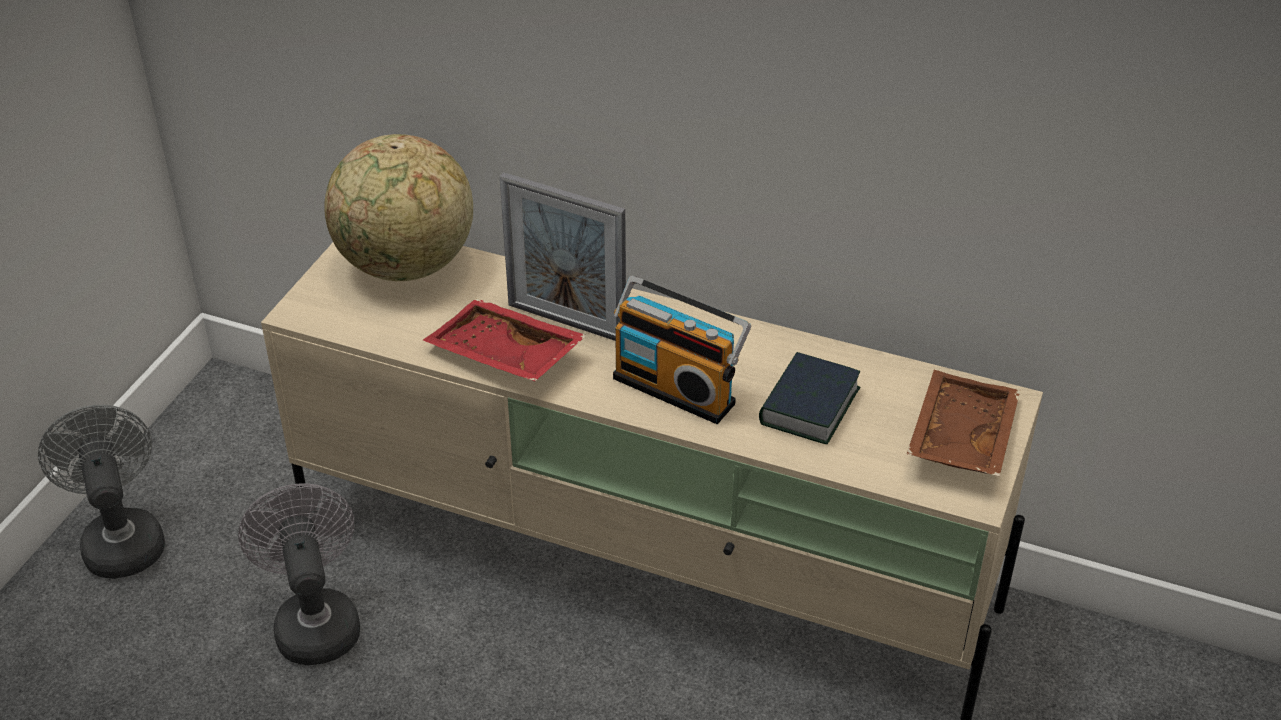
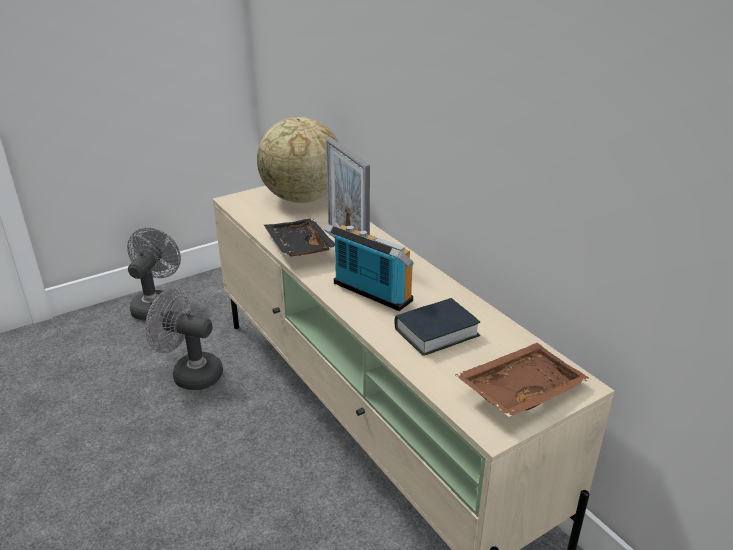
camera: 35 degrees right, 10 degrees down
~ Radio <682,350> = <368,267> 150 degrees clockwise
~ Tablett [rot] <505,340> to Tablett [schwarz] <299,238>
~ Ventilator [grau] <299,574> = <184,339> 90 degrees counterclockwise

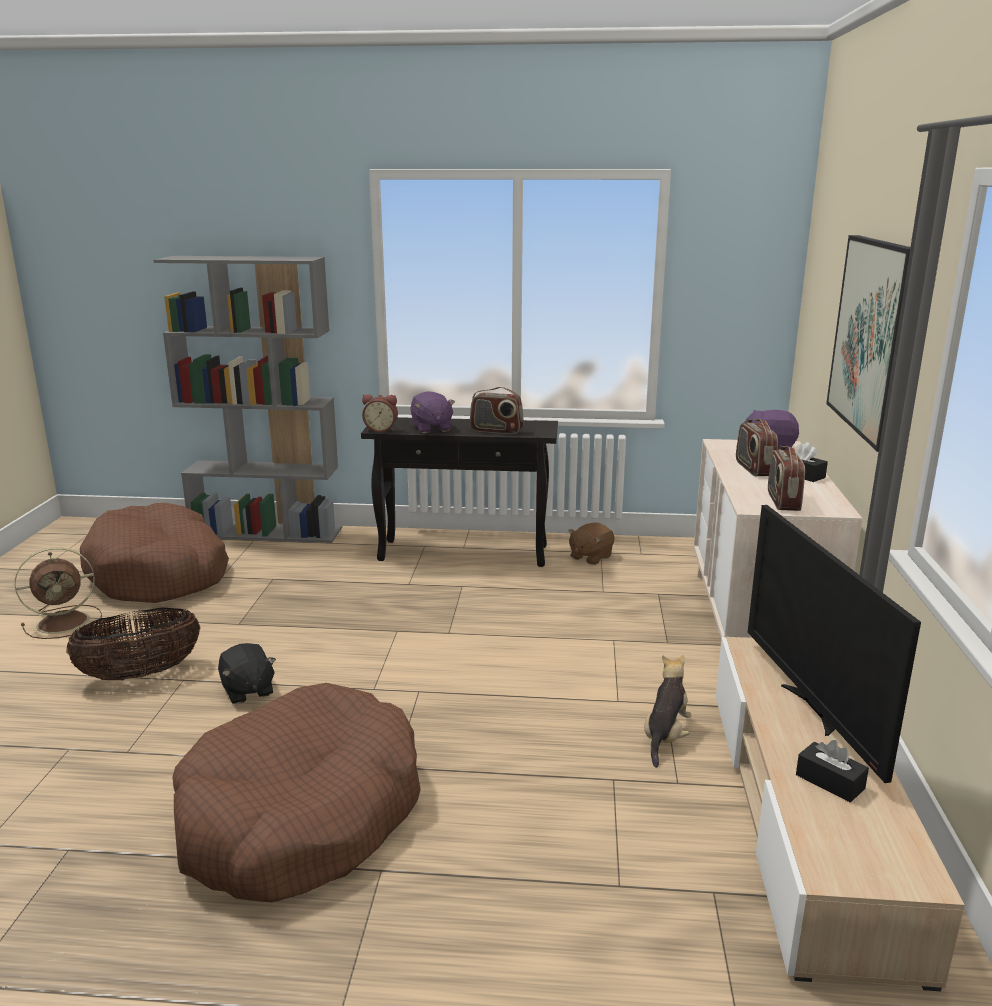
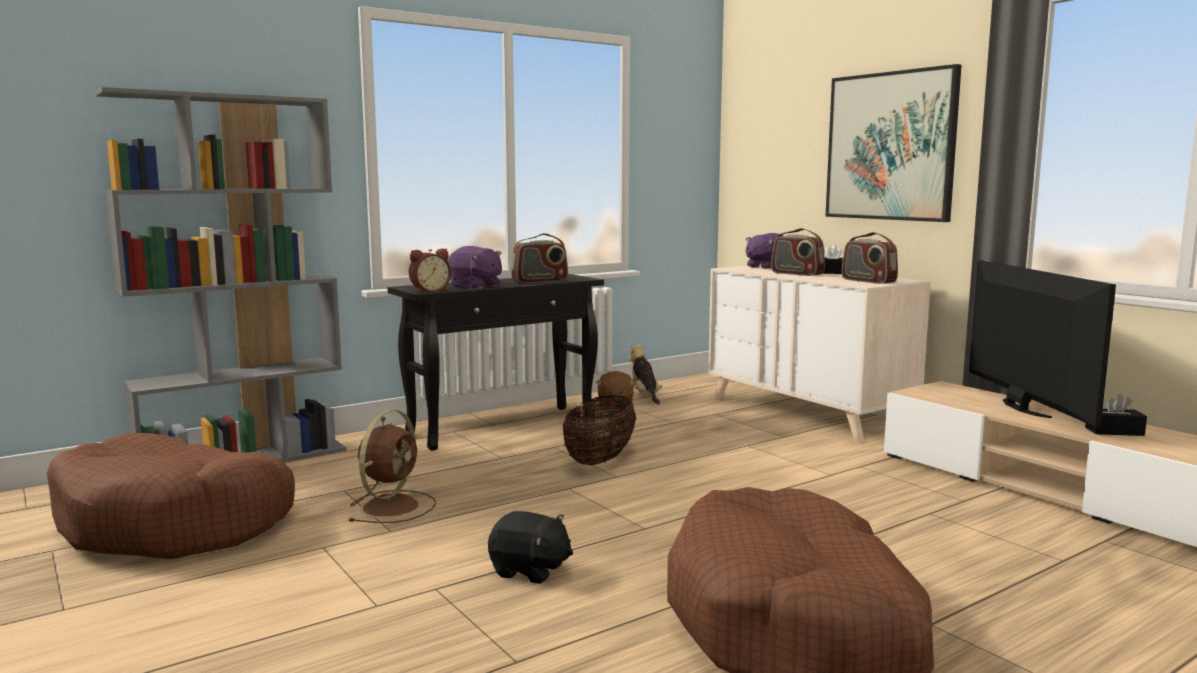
camera: 40 degrees left, 10 degrees down
~ Fernseher <834,644> = <1042,343> 135 degrees counterclockwise
~ Ventilator [braun] <58,593> to <392,466>
~ Korb <133,643> to <599,430>
~ Plüschtier <668,711> to <645,374>

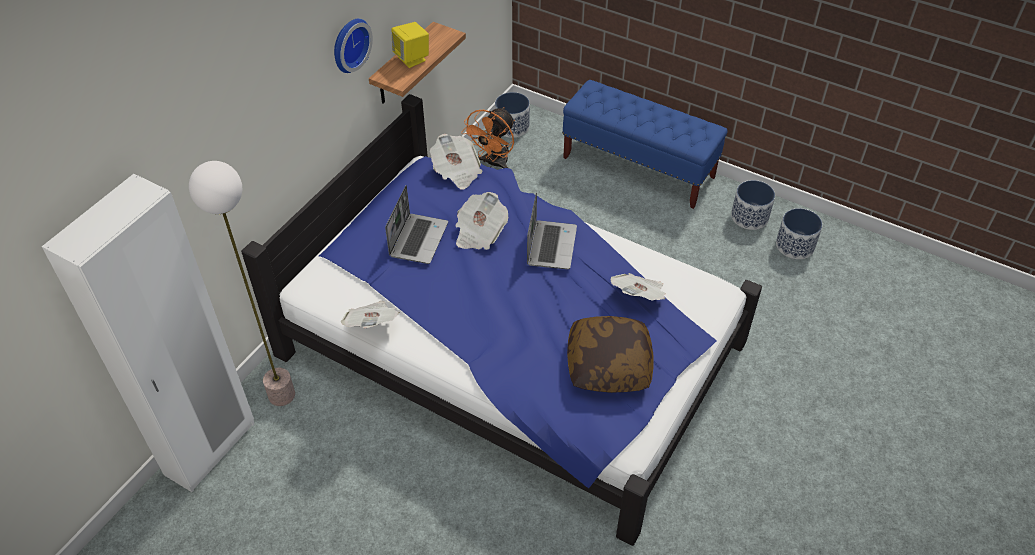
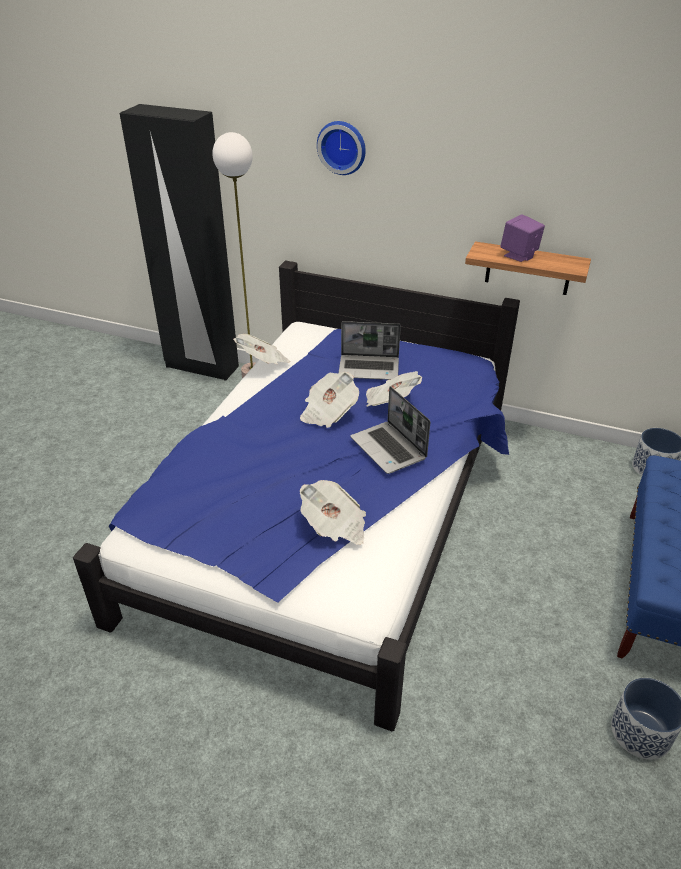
camera: 80 degrees right, 10 degrees down
~ Wanduhr <353,46> to <341,148>
~ Lautsprecher [gelb] <410,45> to Lautsprecher [lila] <522,238>
- Ventilator [orange] <488,137>
~ Zeitung <456,162> to <329,400>
~ Kleiderschrank [weiß] <148,333> to Kleiderschrank [schwarz] <179,242>
~ Laptop <552,230> = <390,430> 60 degrees clockwise
- Pflanzkübel <799,233>
- Kissen <610,354>

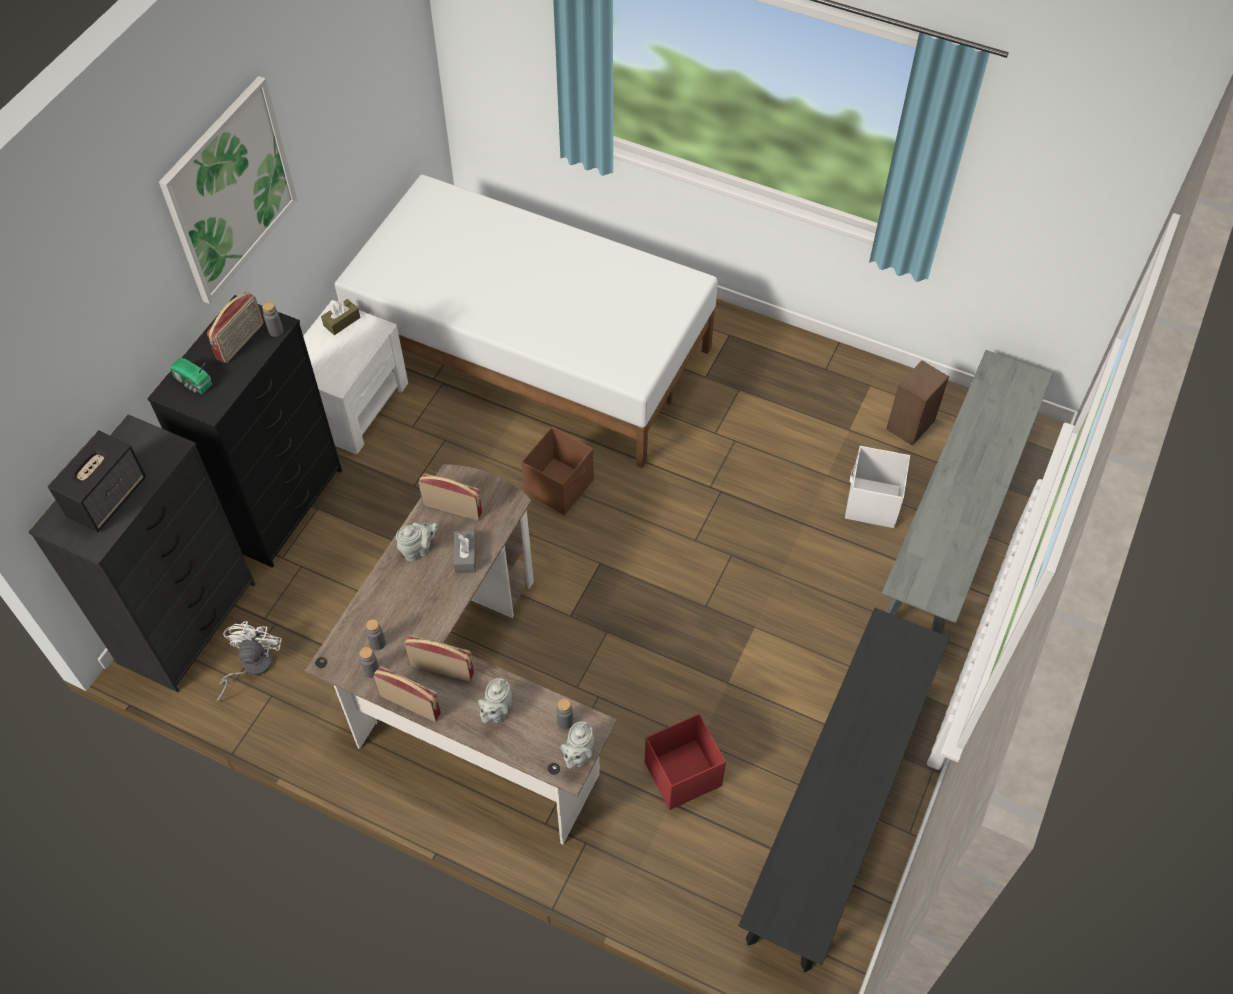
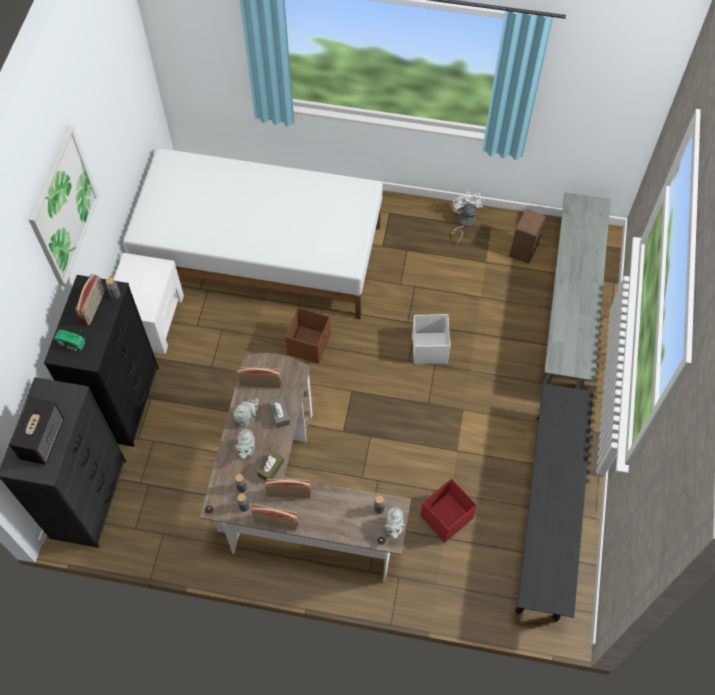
camera: 15 degrees left, 5 degrees up
~ Taschentuchbox [braun] <340,317> to <270,466>
~ Aufbewahrungsbox [weiß] <877,487> to <431,339>
~ Ventilator [weiß] <249,661> to <467,218>
~ Teekanne [grau] <495,700> to <245,444>

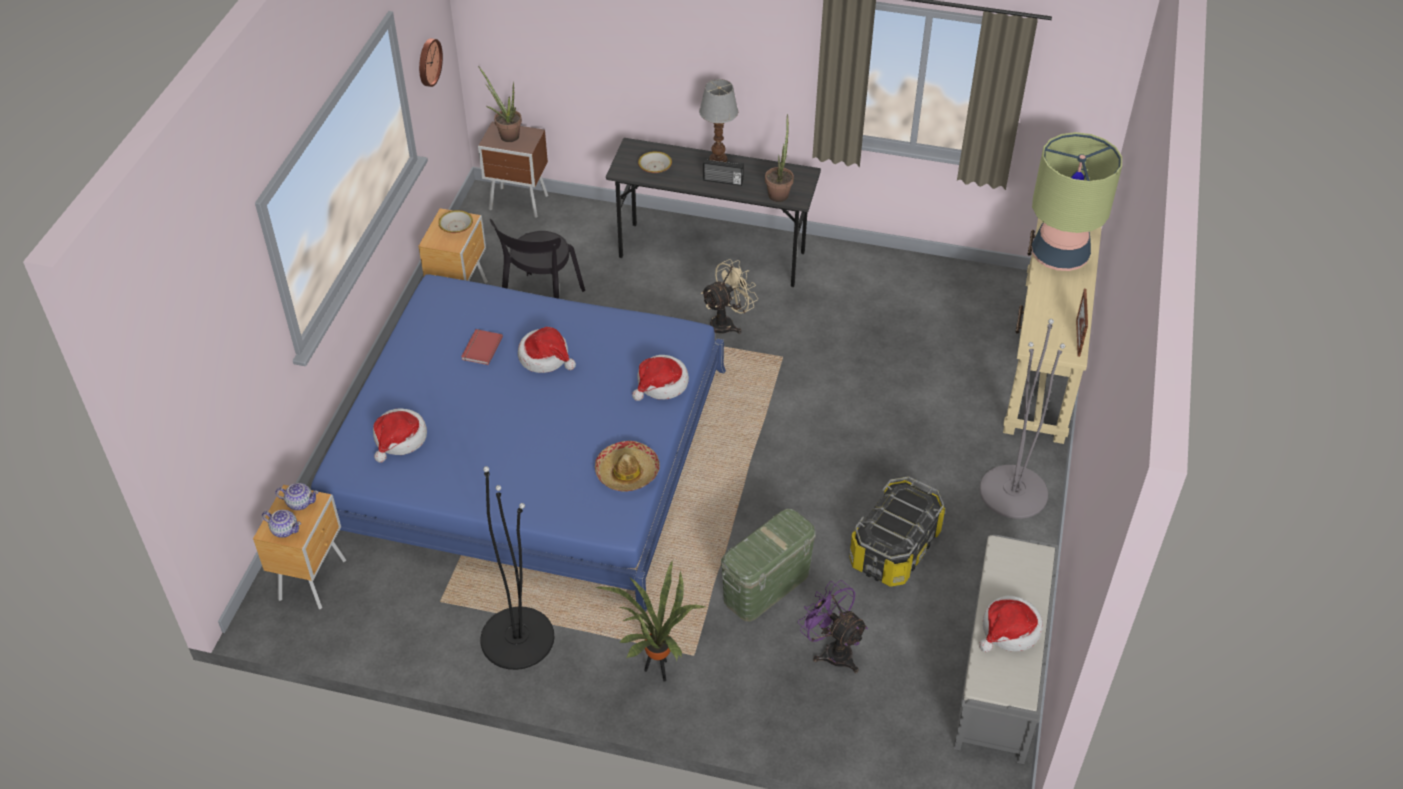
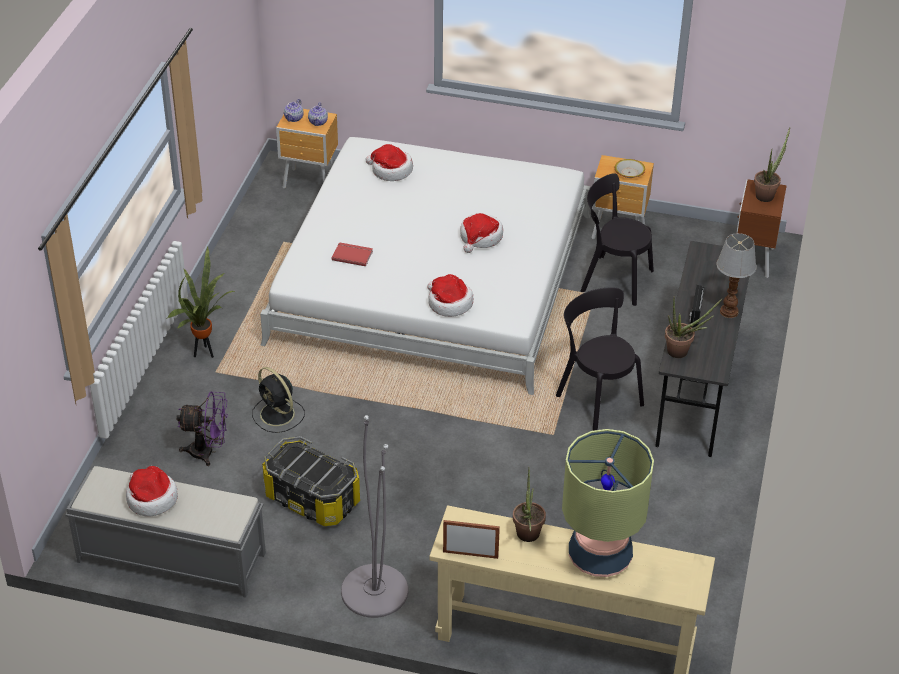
camera: 90 degrees right, 5 degrees down
- Wanduhr <431,62>
- Schüssel <655,162>
~ Ventilator [beige] <729,296> to Stuhl [schwarz] <600,359>
~ Bett [blau] <518,443> to Bett [weiß] <425,266>
~ Buch [rot] <482,347> to <352,254>
- Hut <627,466>
- Stehlampe [schwarz] <517,568>
~ Aufbewahrungsbox [grün] <768,565> to Ventilator [schwarz] <278,400>
~ Ventilator [lila] <833,626> = <202,428> 45 degrees clockwise
+ Topfpflanze <529,504>

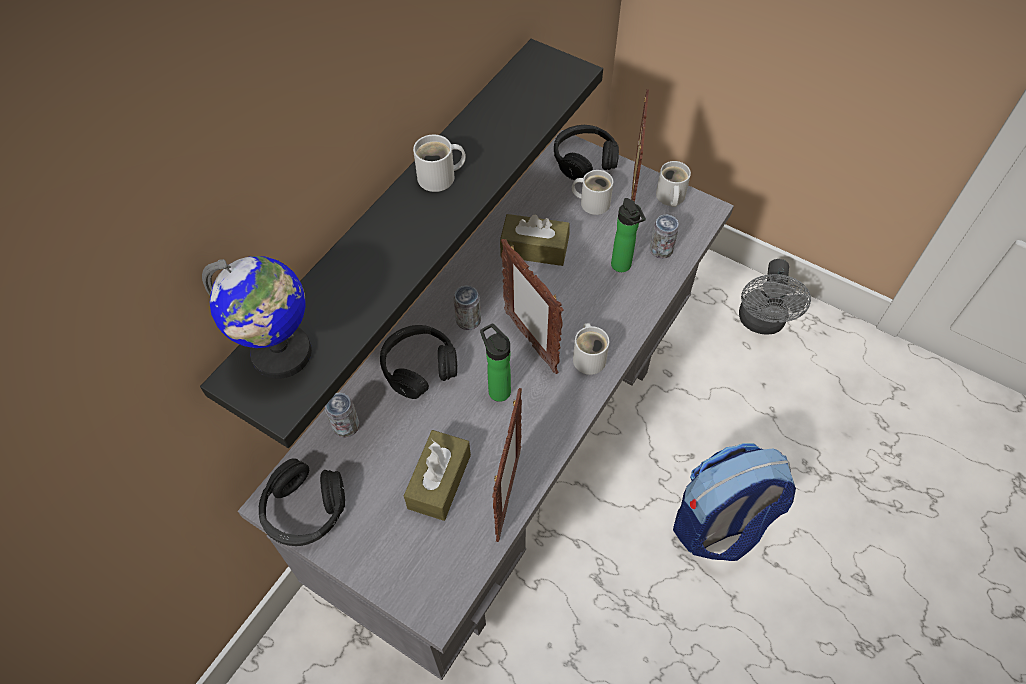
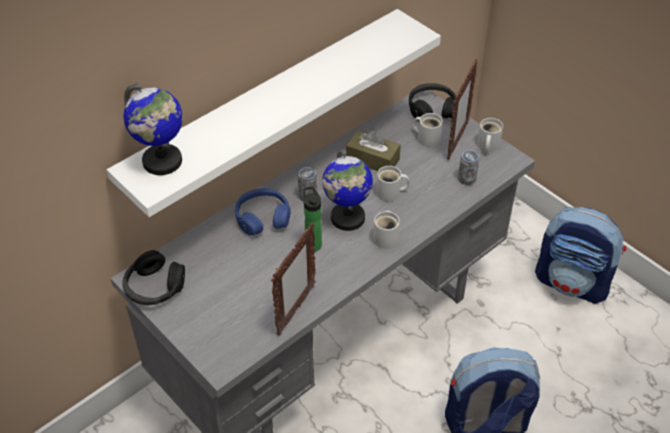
camera: 15 degrees right, 10 degrees down
~ Wandregal [schwarz] <401,243> to Wandregal [weiß] <274,113>
~ Henkelbecher [weiß] <439,163> to <393,184>
- Flasche <628,235>
~ Bilderrahmen <532,306> to Globus <347,190>
~ Ventilator [grau] <775,297> to Rucksack <580,255>
~ Kopfhörer [schwarz] <418,362> to Kopfhörer [blau] <263,212>
- Dose <342,415>
- Taschentuchbox [braun] <437,475>

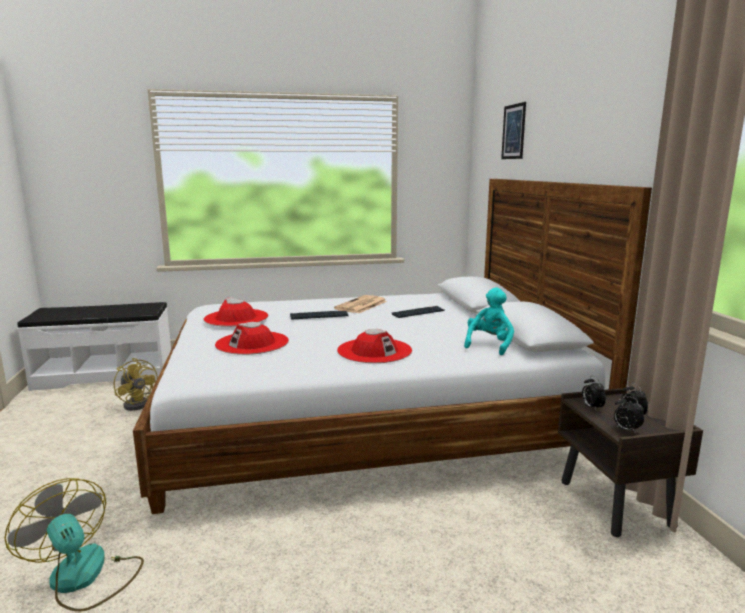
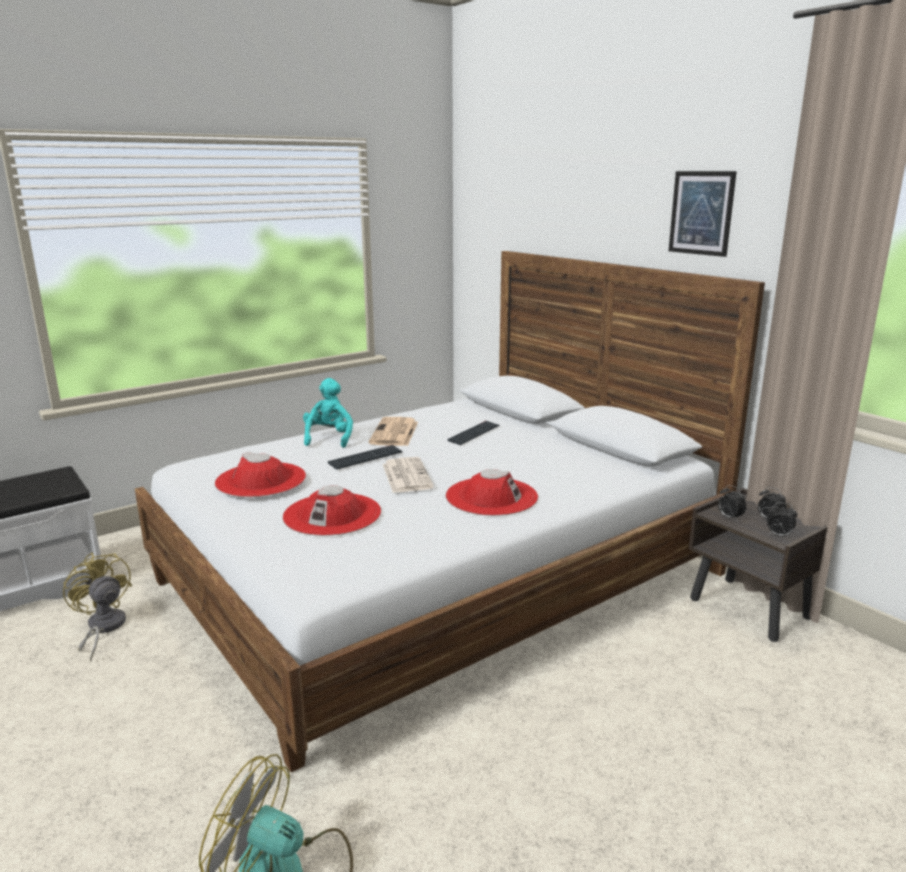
camera: 25 degrees left, 5 degrees up
~ Bild <513,130> to <703,214>
~ Plüschtier [türkis] <489,321> to <328,413>
~ Ventilator [gelb] <136,384> = <97,607> 150 degrees counterclockwise
+ Zeitung <408,475>

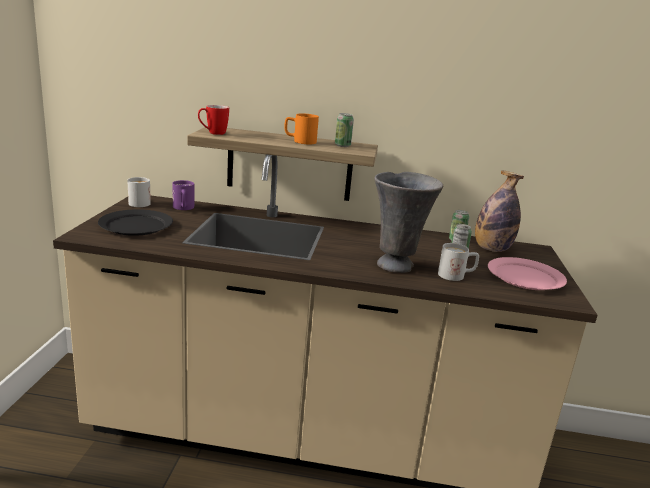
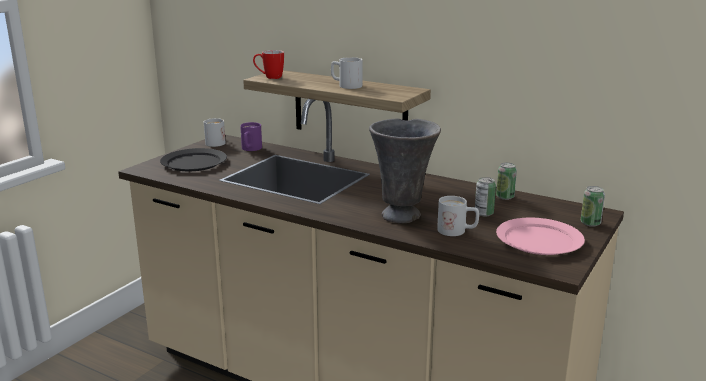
camera: 25 degrees right, 0 degrees up
~ Henkelbecher [orange] <301,128> to Henkelbecher [weiß] <347,73>
~ Dose <344,130> to <593,206>
- Flasche <499,211>

